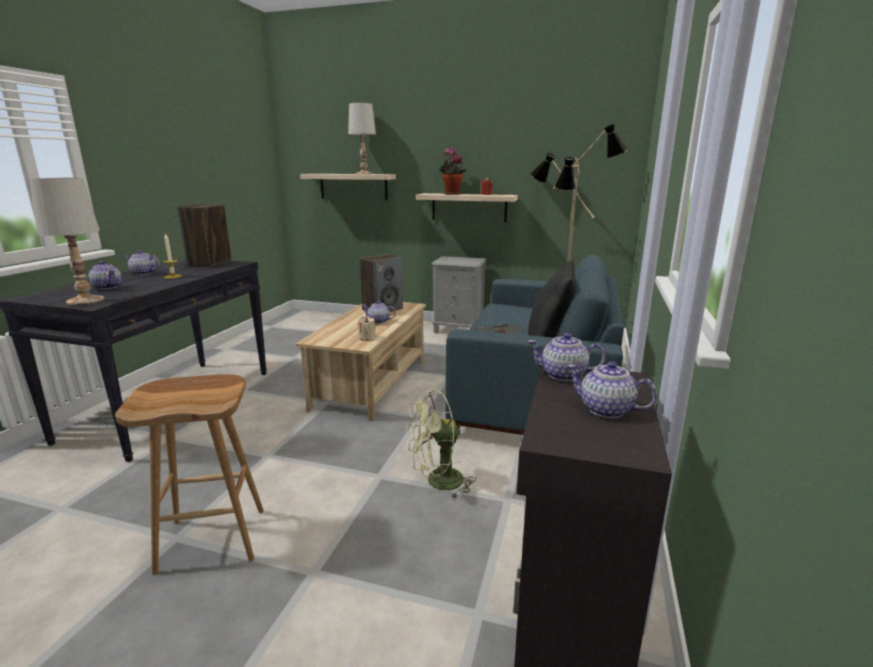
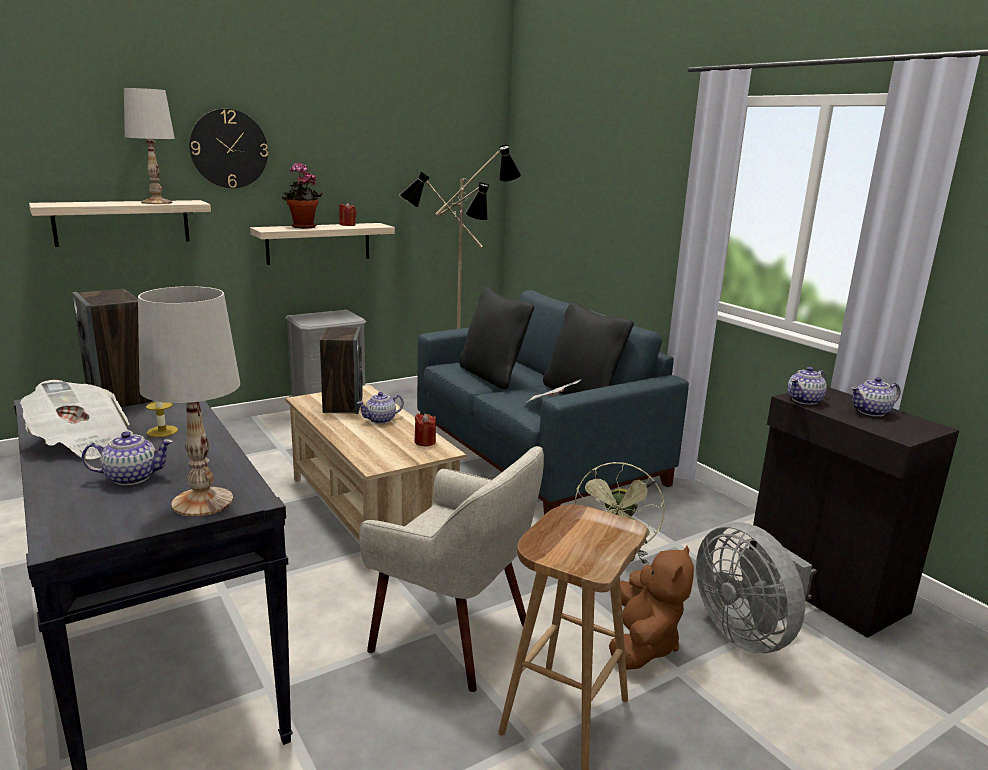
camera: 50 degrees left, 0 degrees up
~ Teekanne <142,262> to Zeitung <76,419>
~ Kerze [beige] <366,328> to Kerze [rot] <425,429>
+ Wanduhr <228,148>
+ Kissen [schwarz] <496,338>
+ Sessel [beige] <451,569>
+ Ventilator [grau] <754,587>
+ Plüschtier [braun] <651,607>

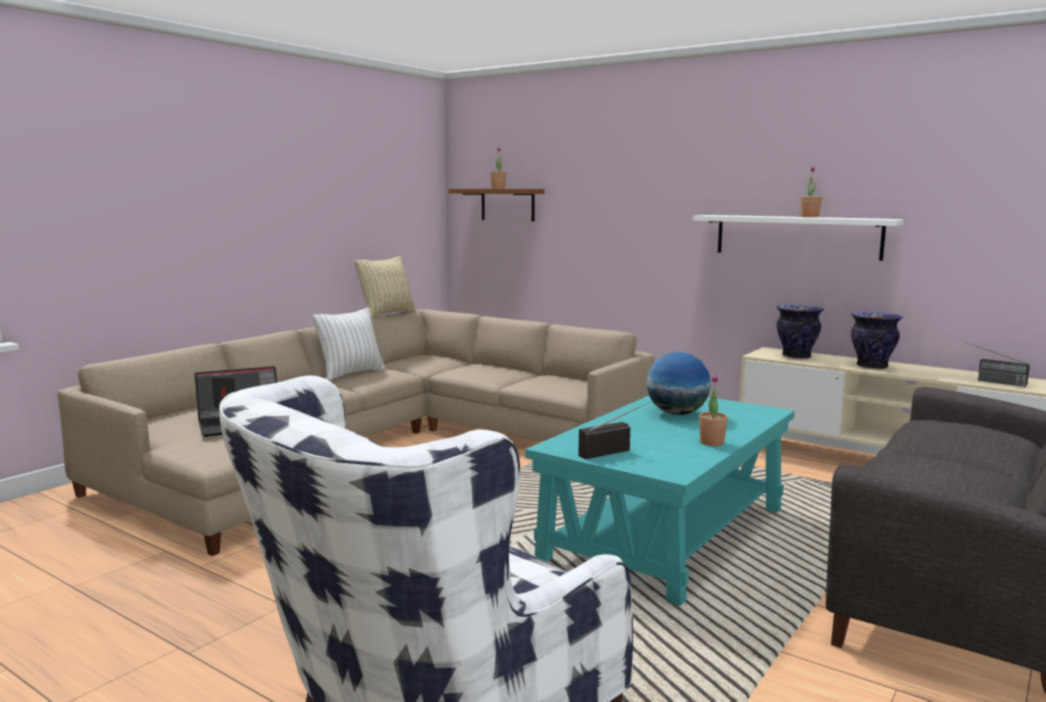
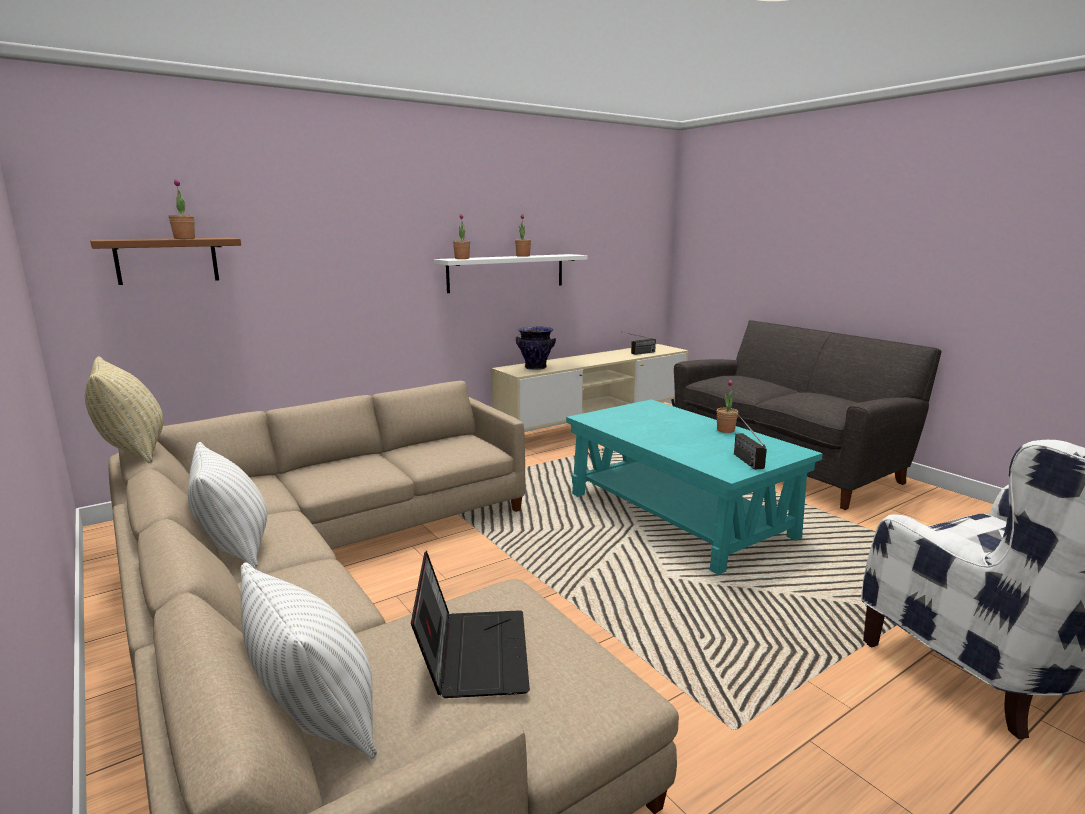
camera: 70 degrees left, 5 degrees up
- Vase <877,340>
- Globus <679,383>
+ Topfpflanze <461,236>
+ Kissen [weiß] <308,660>

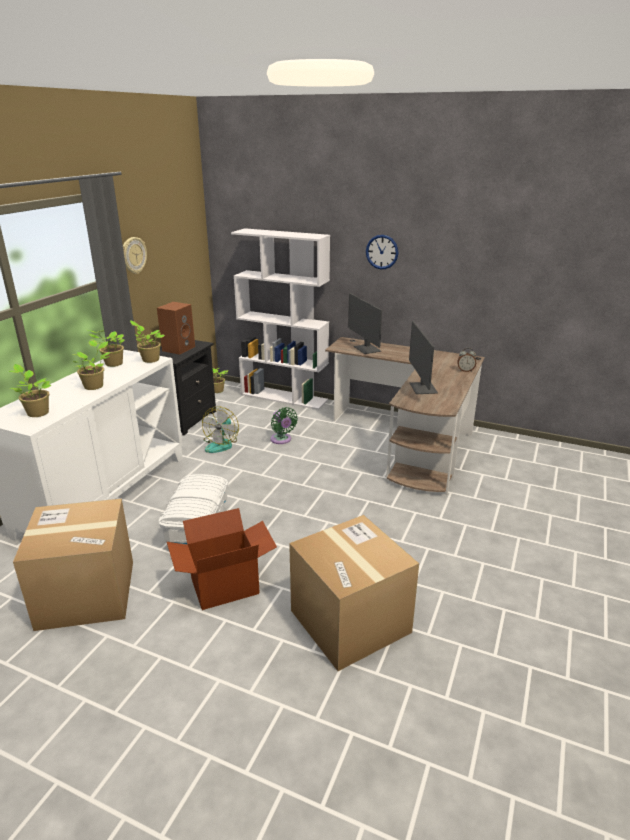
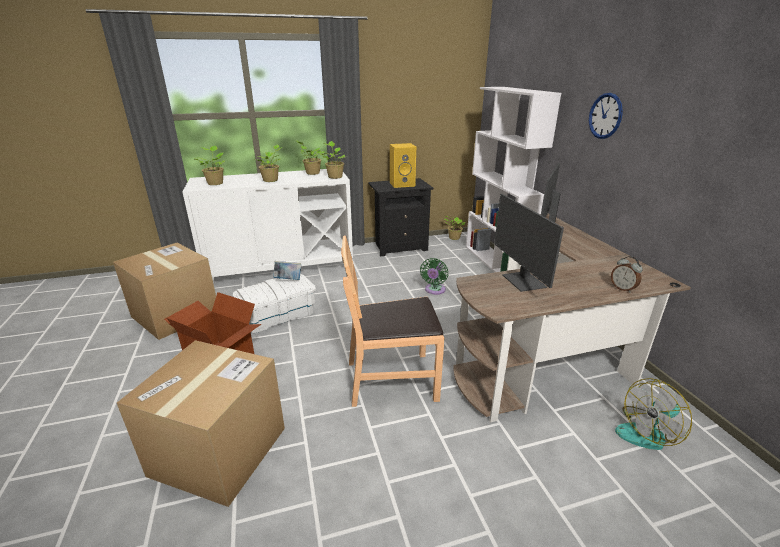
camera: 50 degrees right, 0 degrees up
- Wanduhr <135,255>
~ Lautsprecher [braun] <176,328> to Lautsprecher [gelb] <403,165>
~ Monitor <423,357> = <529,243> 60 degrees counterclockwise
~ Ventilator <220,429> to <653,414>
+ Stuhl [braun] <392,321>
+ Buch <287,270>

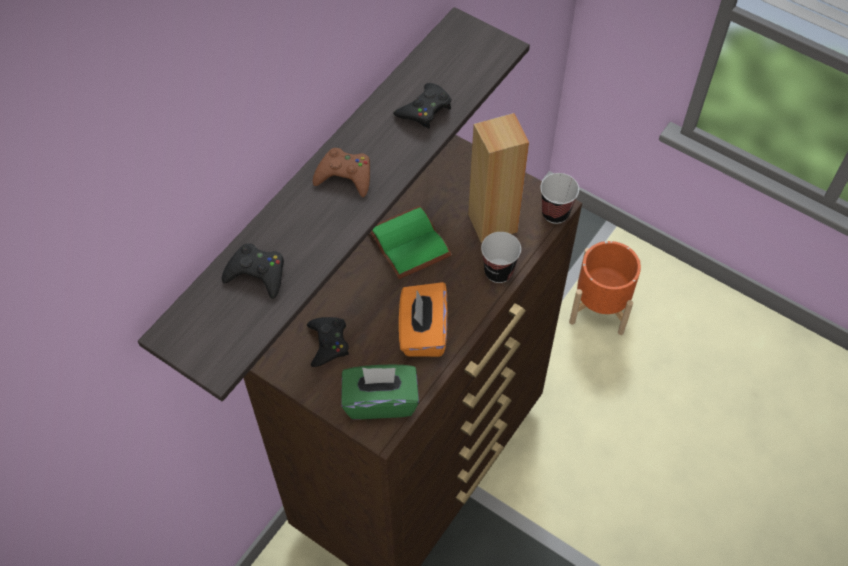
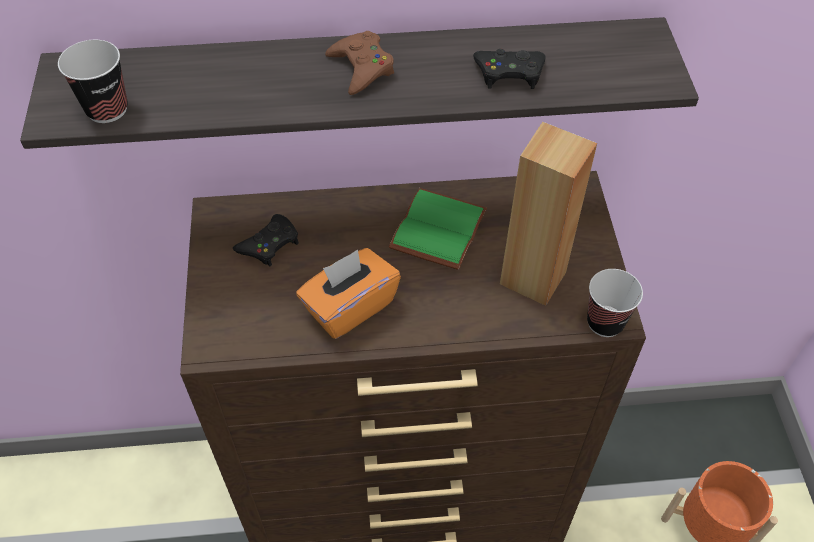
camera: 50 degrees right, 5 degrees down
~ Tasse <501,257> to <93,81>
- Gamepad [schwarz] <253,271>
- Taschentuchbox [grün] <380,392>

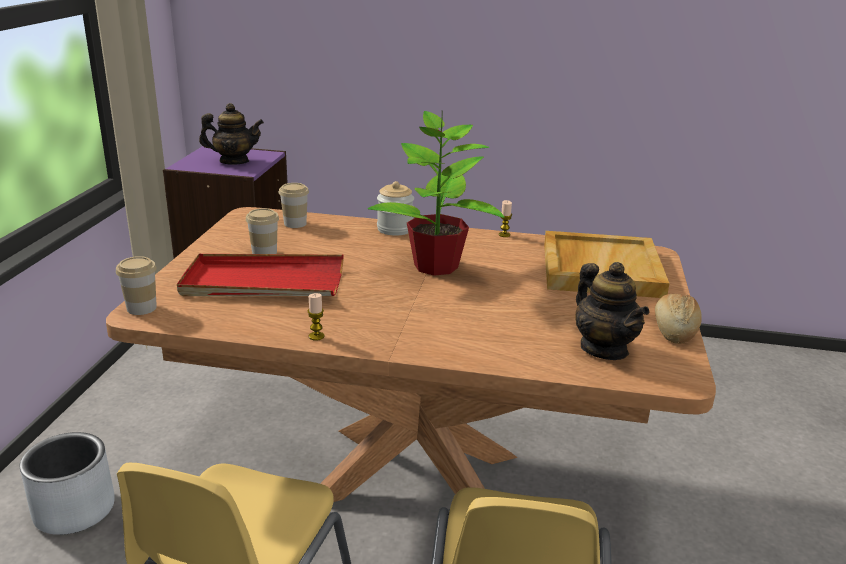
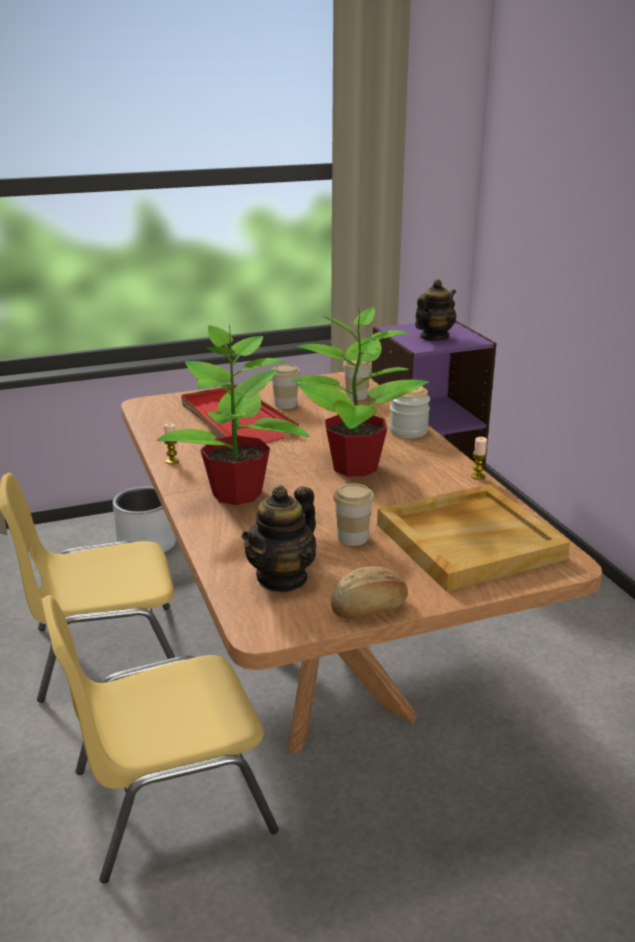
camera: 60 degrees right, 0 degrees up
~ Teekanne <231,134> = <435,310> 105 degrees counterclockwise
~ Tasse <136,285> to <353,514>
+ Topfpflanze <233,415>

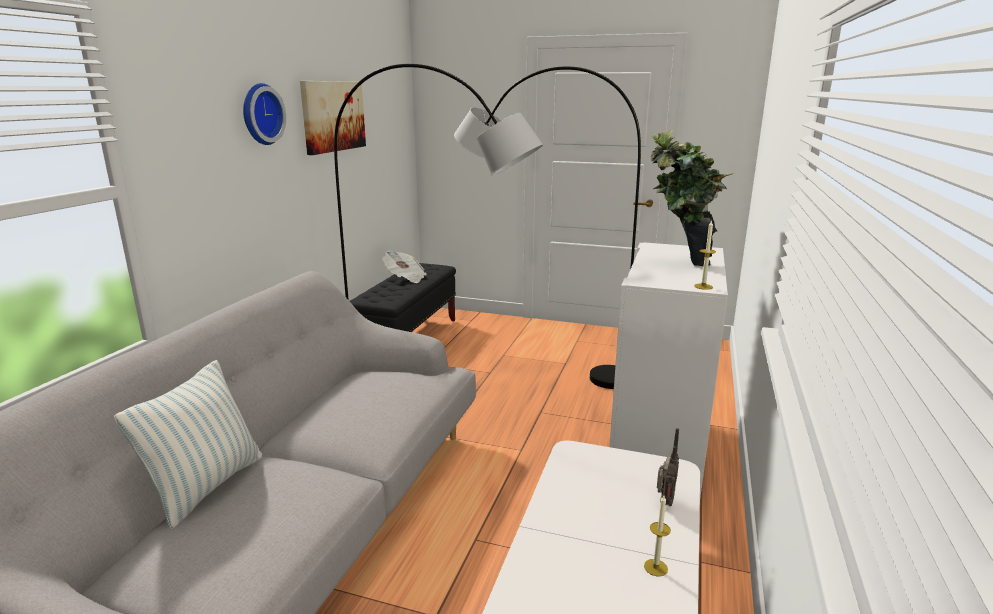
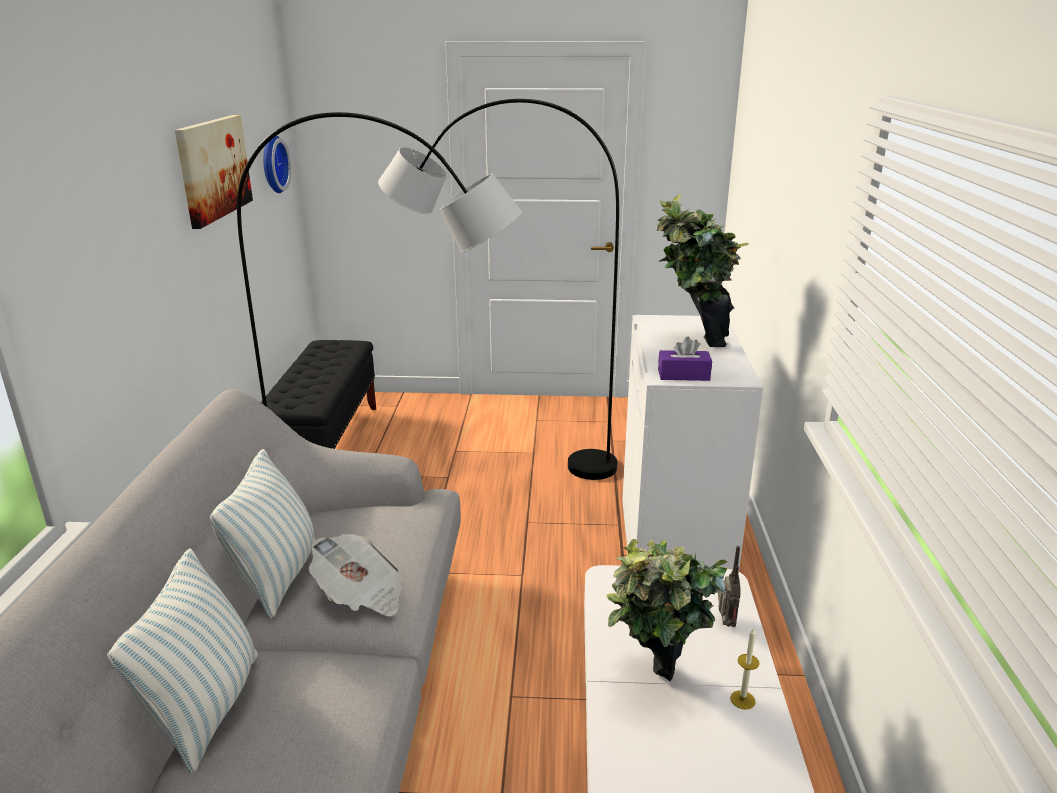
camera: 15 degrees left, 5 degrees up
~ Wanduhr <264,114> to <277,164>
- Kerze <705,255>
~ Zeitung <404,267> to <357,575>
+ Taschentuchbox [lila] <685,358>
+ Kissen <262,534>
+ Topfpflanze <667,610>

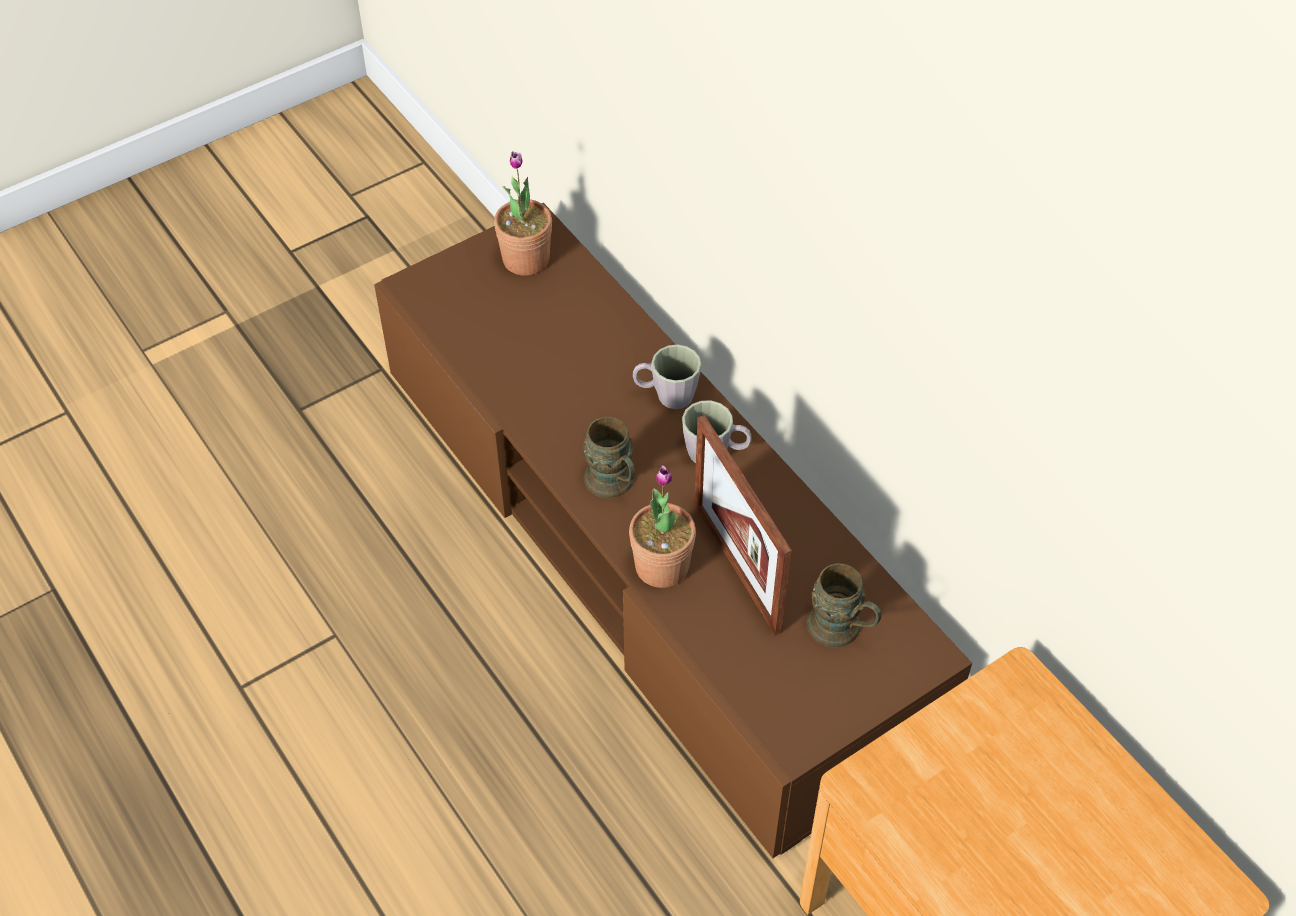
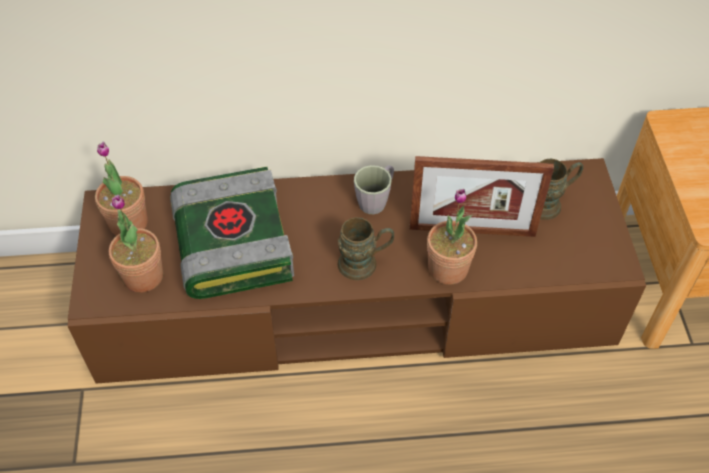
camera: 60 degrees left, 0 degrees up
- Henkelbecher [grau] <667,376>
+ Buch <232,233>
+ Topfpflanze <136,244>

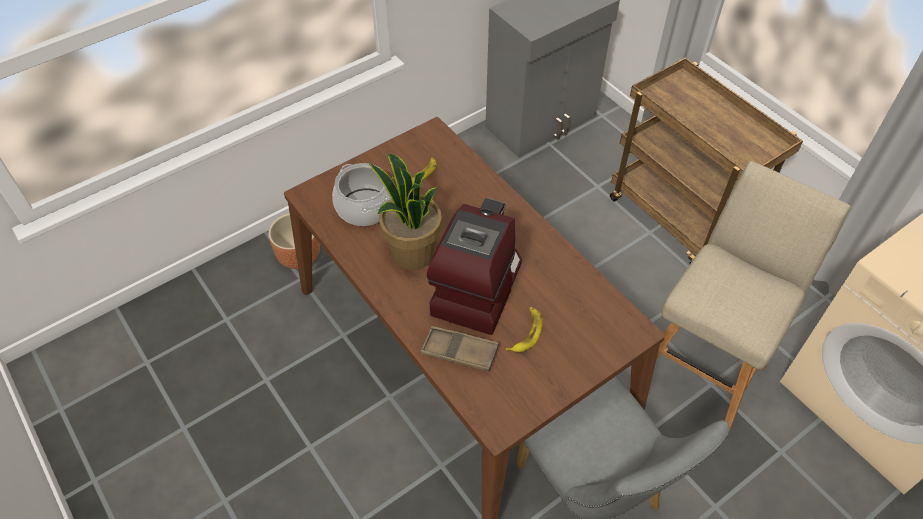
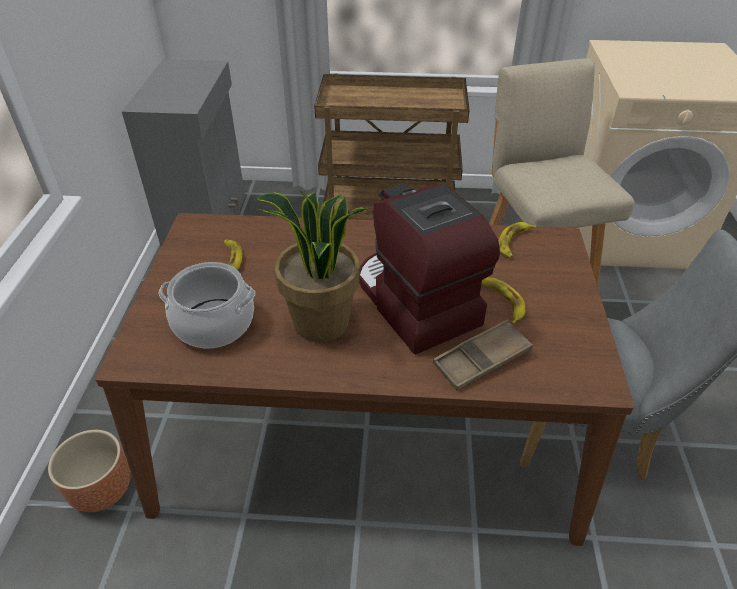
camera: 50 degrees left, 10 degrees down
+ Banane <517,240>

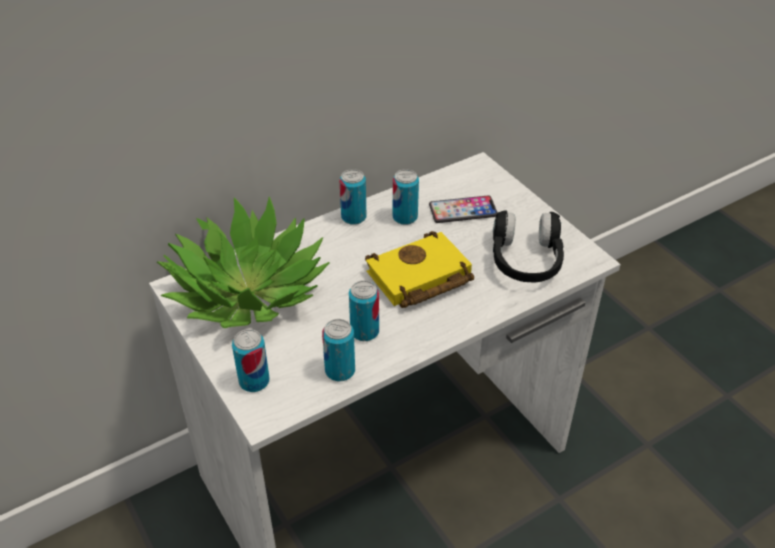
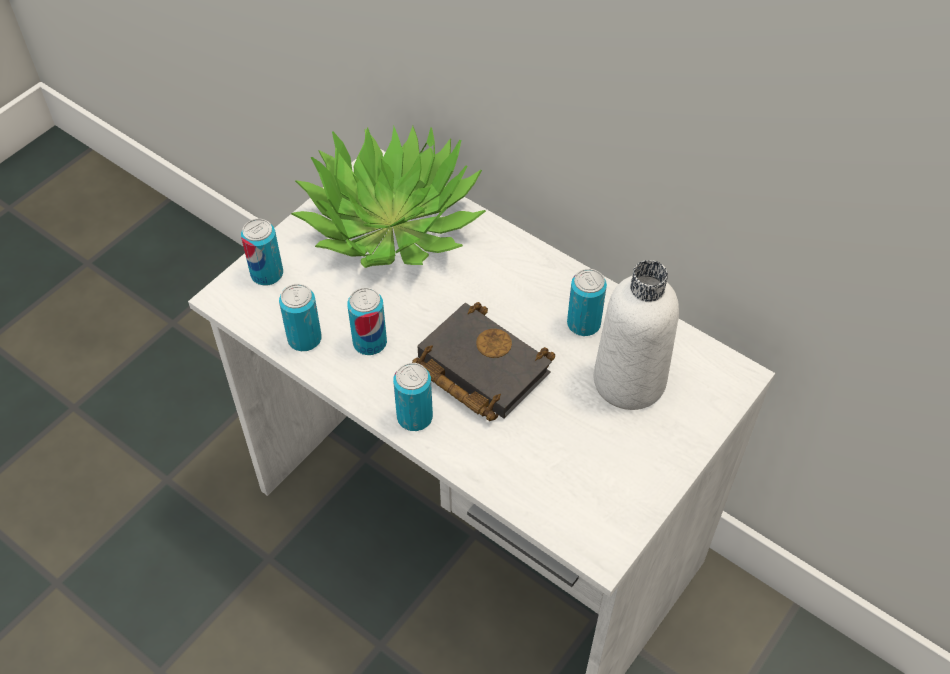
camera: 70 degrees right, 10 degrees up
~ Dose <352,197> to <413,397>
~ Handy <463,209> to Flasche [weiß] <636,335>
- Kopfhörer [schwarz] <528,246>
~ Buch [gelb] <419,269> to Buch [schwarz] <483,361>

